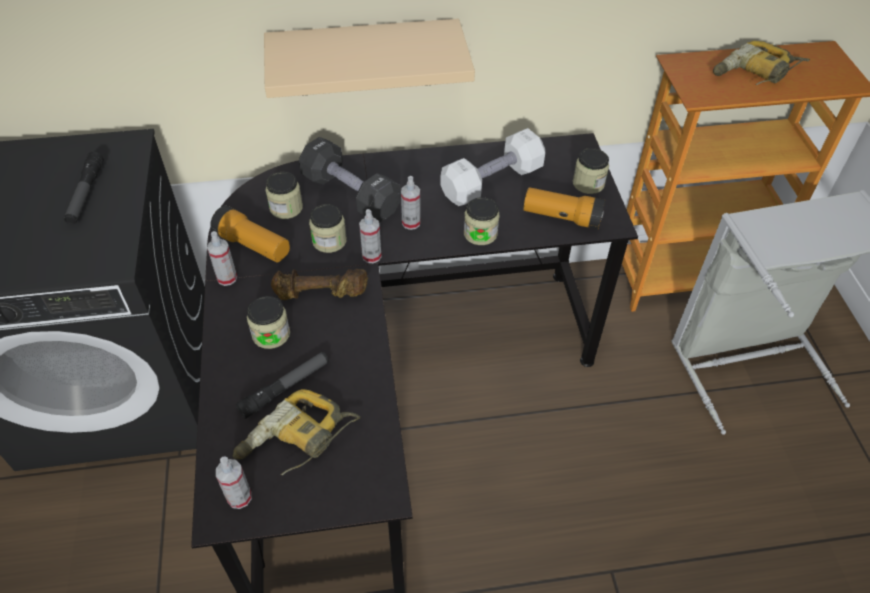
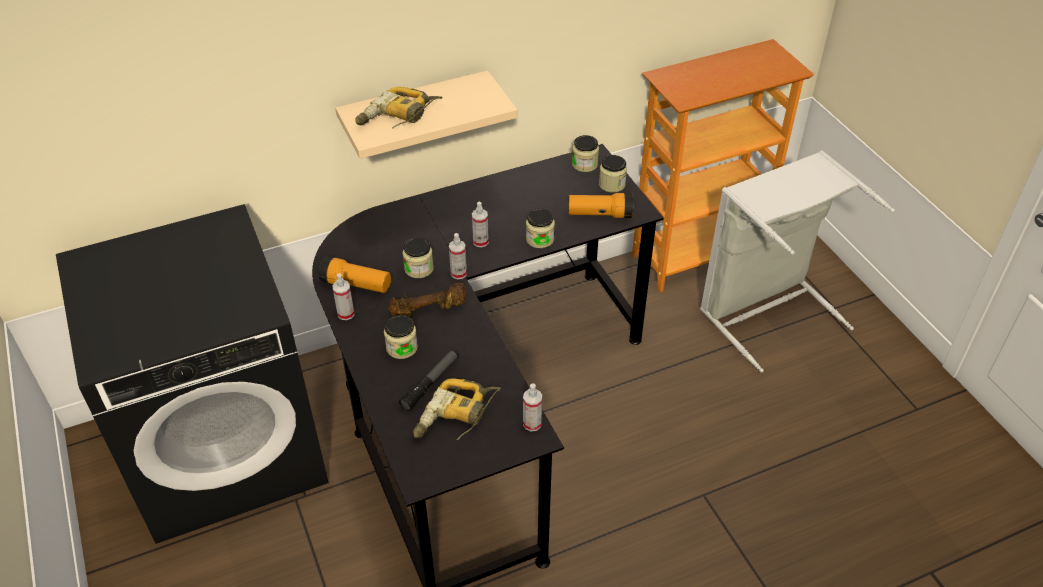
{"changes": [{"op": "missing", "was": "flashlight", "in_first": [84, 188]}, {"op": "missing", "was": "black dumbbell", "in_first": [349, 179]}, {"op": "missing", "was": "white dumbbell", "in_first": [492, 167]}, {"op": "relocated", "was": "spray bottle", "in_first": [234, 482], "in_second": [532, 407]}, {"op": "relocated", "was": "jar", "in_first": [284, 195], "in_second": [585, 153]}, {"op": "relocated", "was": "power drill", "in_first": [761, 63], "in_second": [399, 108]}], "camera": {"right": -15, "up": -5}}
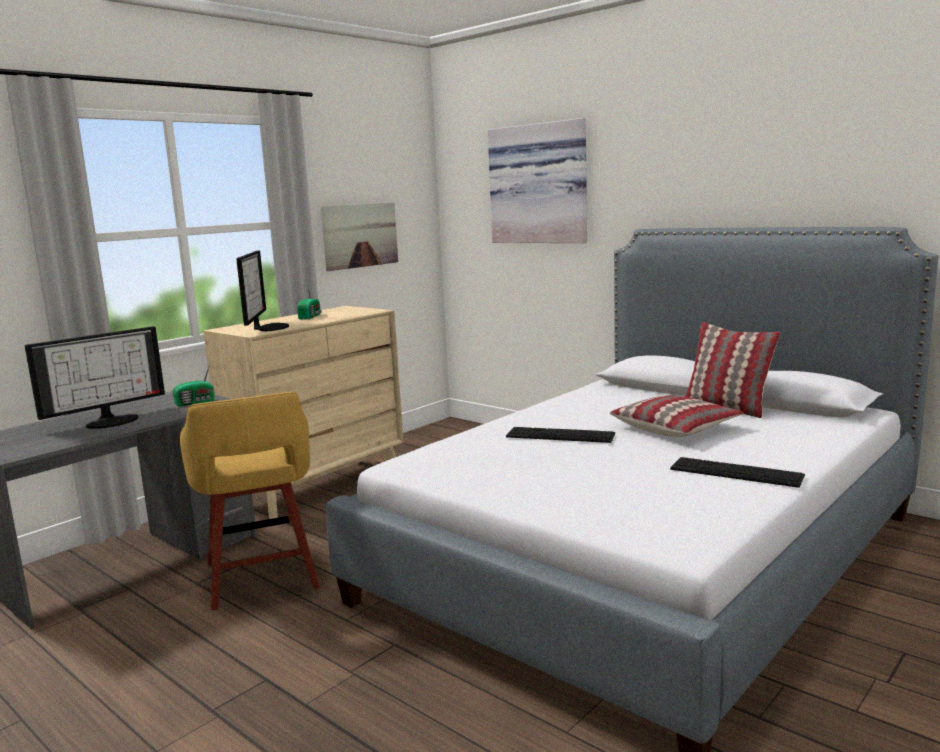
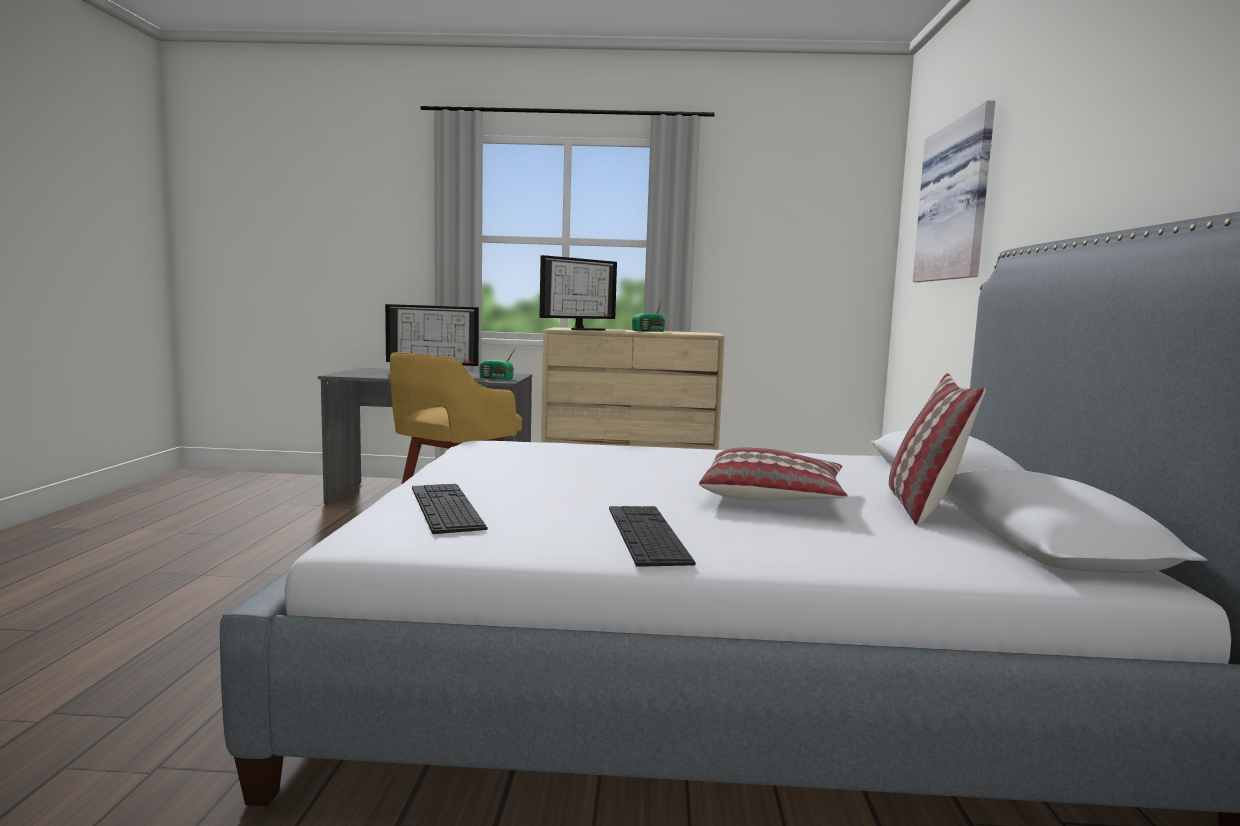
{"changes": [{"op": "missing", "was": "picture", "in_first": [359, 236]}, {"op": "relocated", "was": "keyboard", "in_first": [560, 435], "in_second": [449, 509]}], "camera": {"right": 50, "up": -5}}
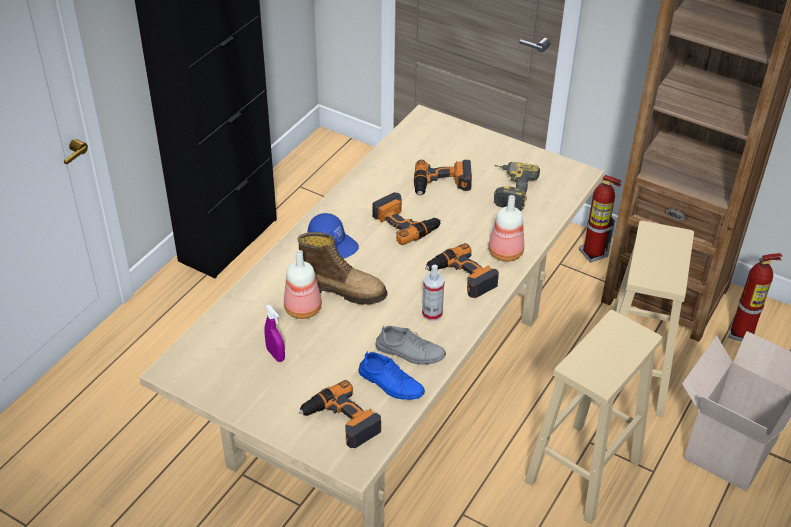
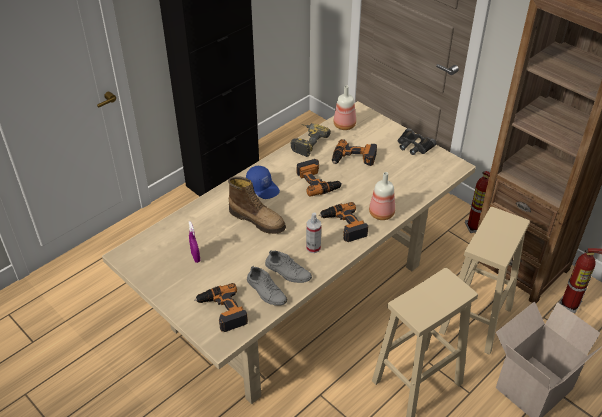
{"changes": [{"op": "appeared", "now": "black binoculars", "in_second": [417, 141]}, {"op": "relocated", "was": "bottle", "in_first": [303, 284], "in_second": [345, 107]}, {"op": "relocated", "was": "power drill", "in_first": [517, 186], "in_second": [311, 140]}, {"op": "colour", "was": "blue shoe", "now": "grey shoe", "in_first": [392, 375], "in_second": [267, 286]}], "camera": {"right": 15, "up": 0}}
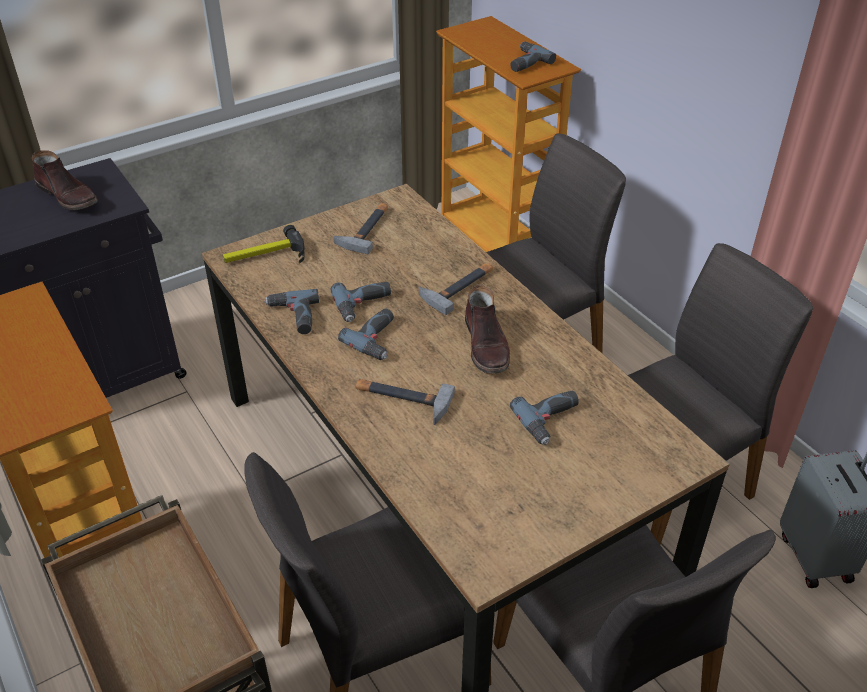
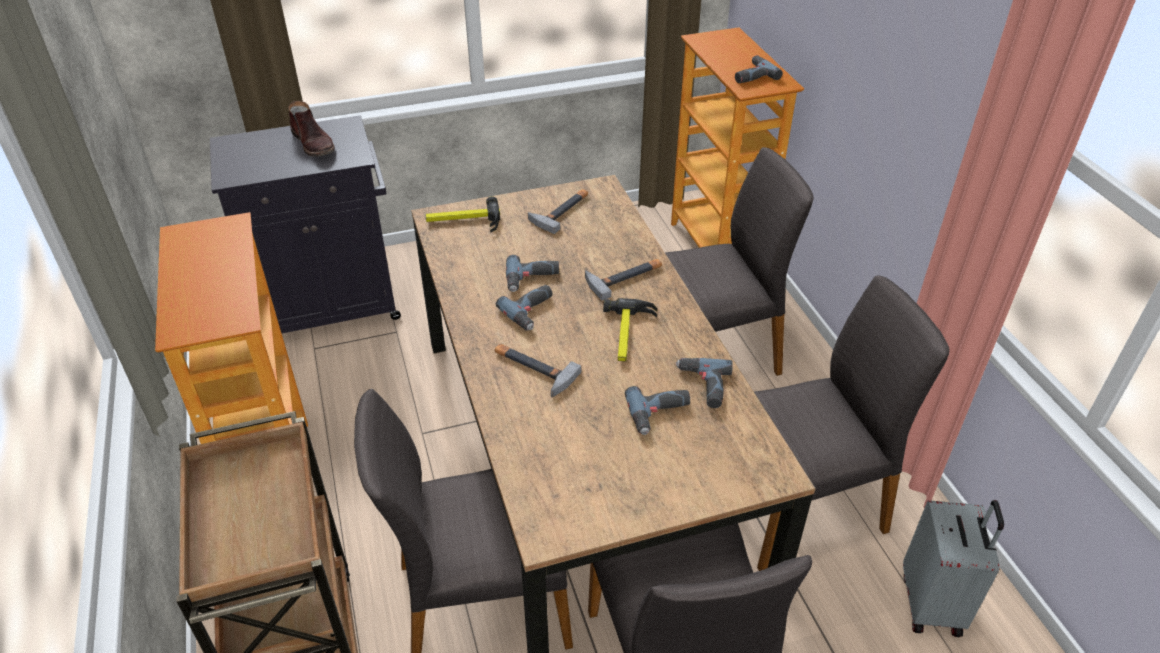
{"changes": [{"op": "relocated", "was": "power drill", "in_first": [291, 311], "in_second": [704, 383]}, {"op": "exchanged", "was": "brown boot", "now": "hammer", "in_first": [487, 329], "in_second": [630, 329]}], "camera": {"right": 15, "up": 0}}
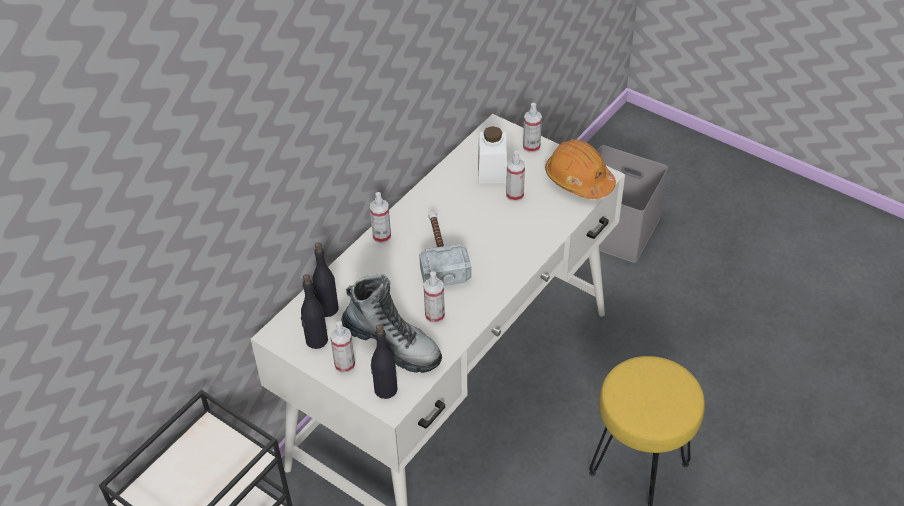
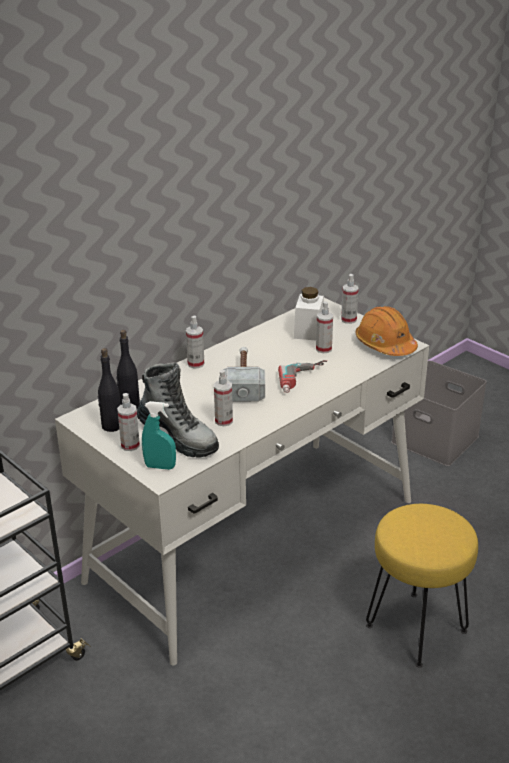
{"changes": [{"op": "appeared", "now": "power drill", "in_second": [302, 376]}, {"op": "exchanged", "was": "black bottle", "now": "turquoise spray bottle", "in_first": [384, 361], "in_second": [159, 435]}], "camera": {"right": 10, "up": -15}}
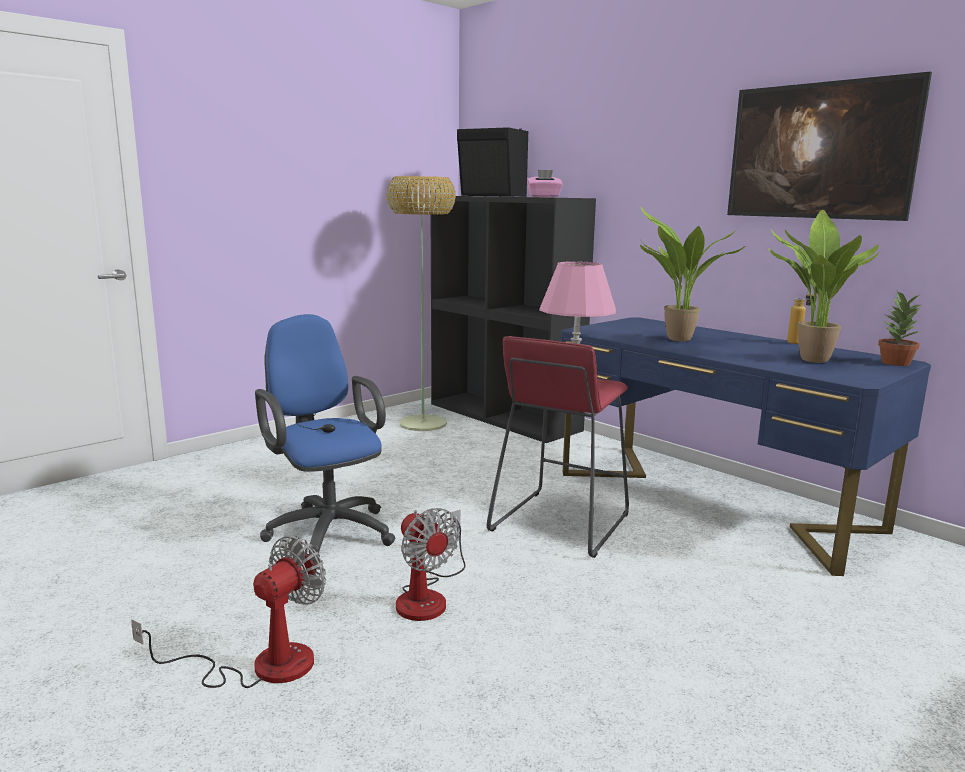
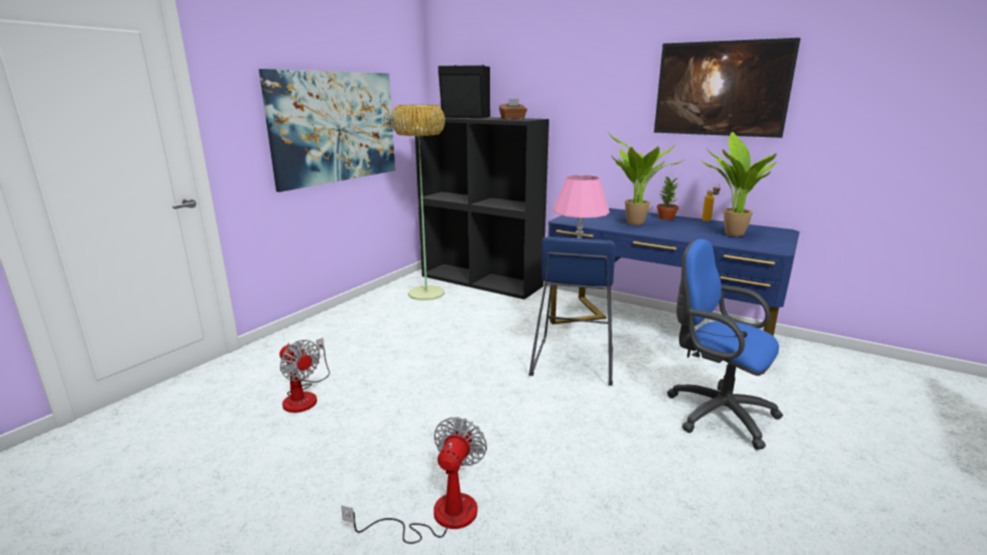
{"changes": [{"op": "appeared", "now": "picture", "in_second": [327, 130]}, {"op": "relocated", "was": "blue office chair", "in_first": [325, 439], "in_second": [725, 344]}, {"op": "relocated", "was": "fan", "in_first": [431, 564], "in_second": [305, 375]}, {"op": "relocated", "was": "potted plant", "in_first": [900, 328], "in_second": [668, 198]}, {"op": "colour", "was": "red stool", "now": "blue stool", "in_first": [558, 447], "in_second": [572, 311]}, {"op": "colour", "was": "pink tissue box", "now": "brown tissue box", "in_first": [545, 183], "in_second": [513, 109]}], "camera": {"right": -15, "up": 5}}
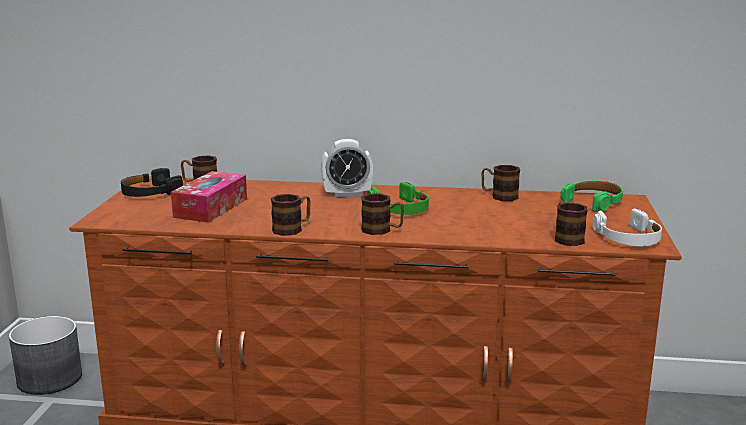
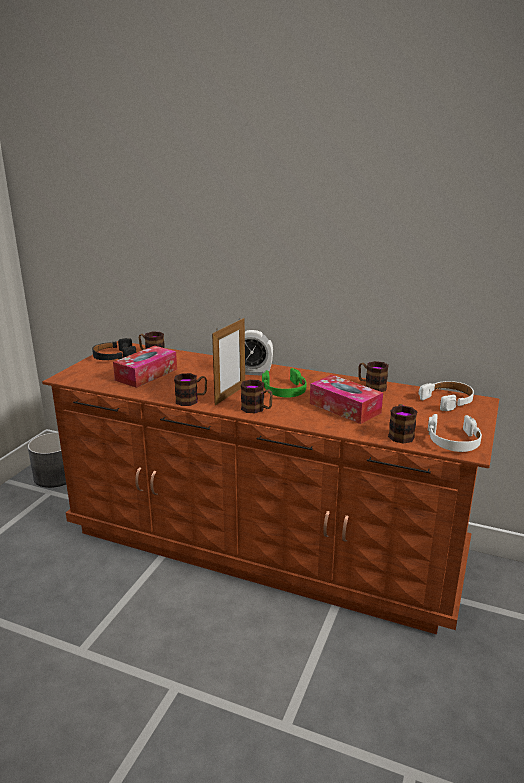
{"changes": [{"op": "appeared", "now": "picture frame", "in_second": [228, 361]}, {"op": "appeared", "now": "tissue box", "in_second": [346, 399]}, {"op": "colour", "was": "green headphones", "now": "white headphones", "in_first": [591, 196], "in_second": [446, 396]}], "camera": {"right": 15, "up": 5}}
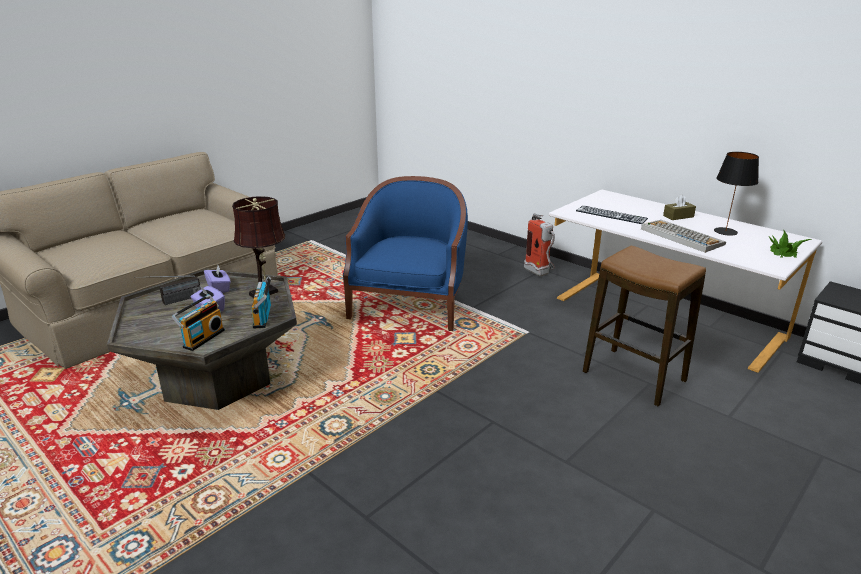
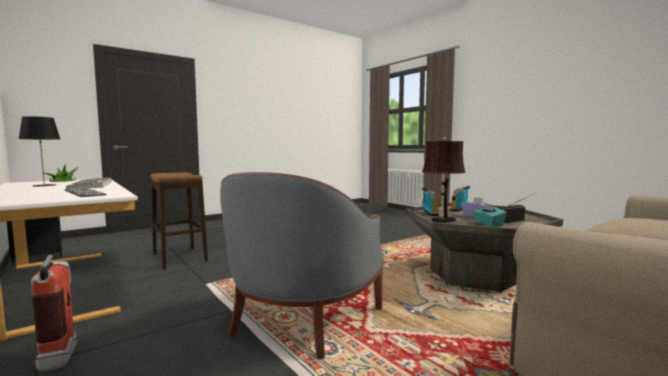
{"changes": [{"op": "missing", "was": "brown tissue box", "in_first": [679, 207]}, {"op": "colour", "was": "purple tissue box", "now": "turquoise tissue box", "in_first": [217, 279], "in_second": [490, 214]}, {"op": "colour", "was": "blue armchair", "now": "grey armchair", "in_first": [405, 253], "in_second": [302, 265]}], "camera": {"right": -170, "up": -20}}
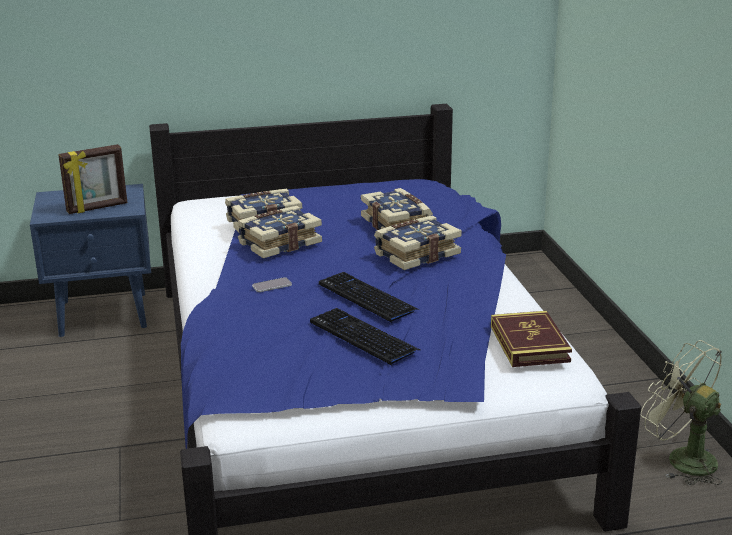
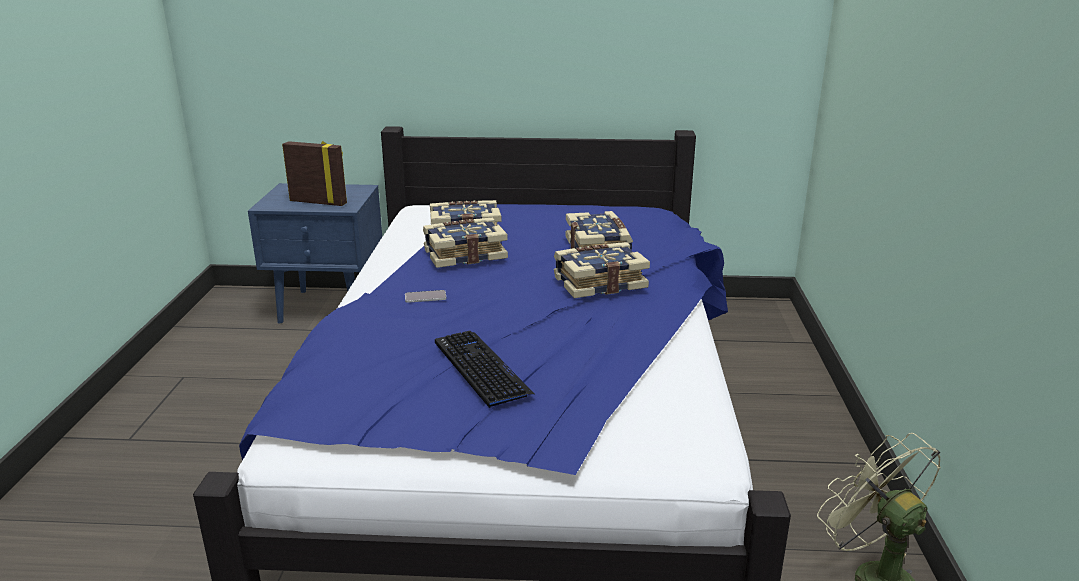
{"changes": [{"op": "missing", "was": "keyboard", "in_first": [369, 297]}, {"op": "missing", "was": "book", "in_first": [531, 339]}, {"op": "spun", "was": "picture frame", "in_first": [92, 179], "in_second": [314, 173], "clockwise": -150}], "camera": {"right": 15, "up": 0}}
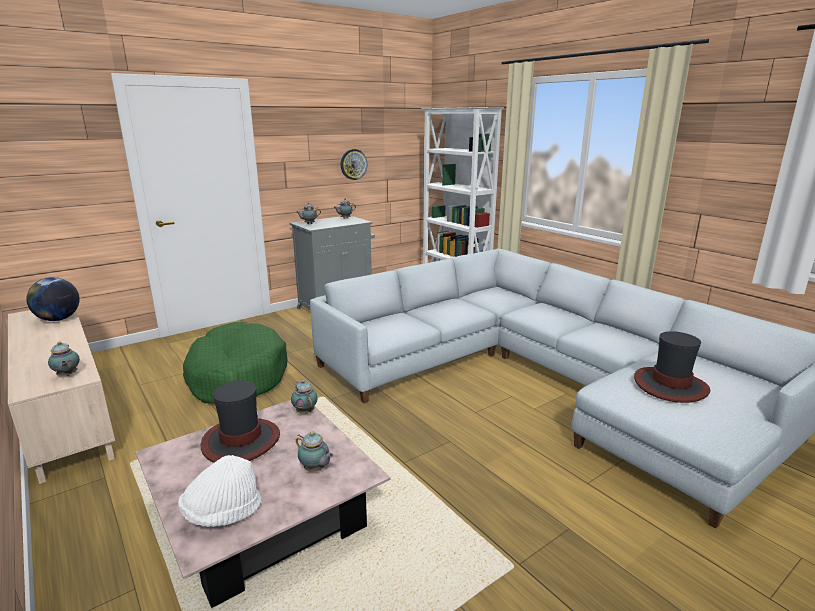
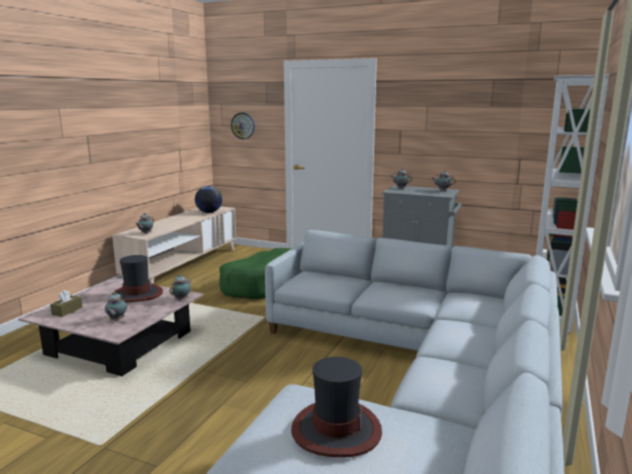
{"changes": [{"op": "relocated", "was": "wall clock", "in_first": [354, 164], "in_second": [243, 126]}, {"op": "exchanged", "was": "white hat", "now": "brown tissue box", "in_first": [219, 491], "in_second": [66, 303]}], "camera": {"right": 60, "up": -5}}
